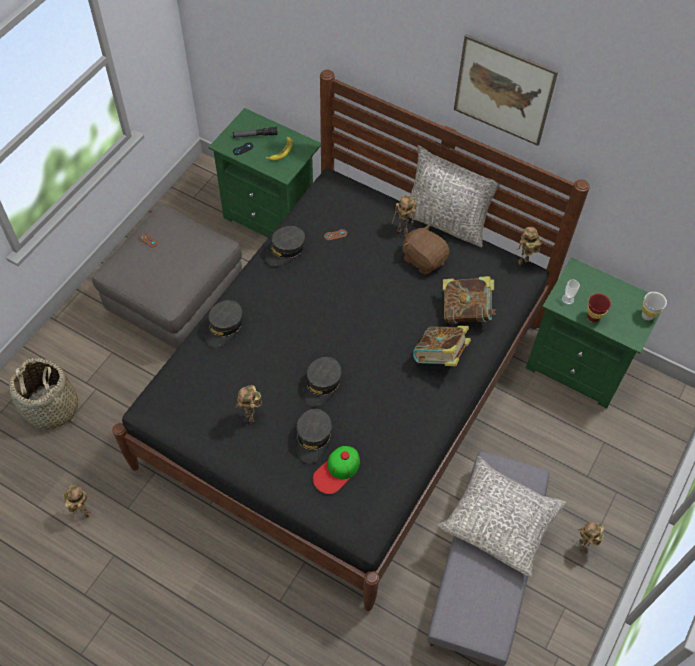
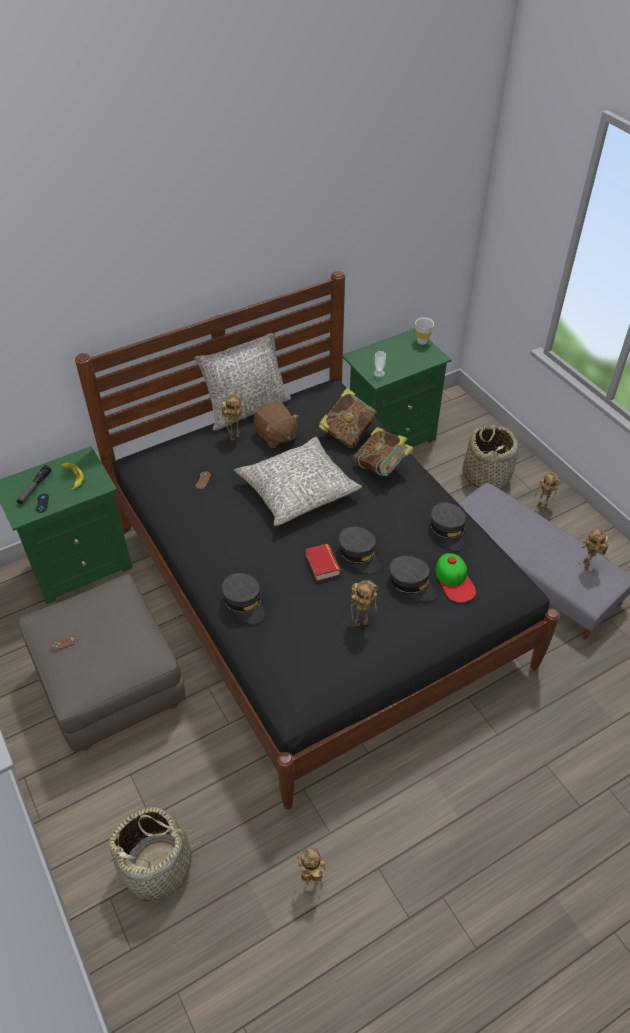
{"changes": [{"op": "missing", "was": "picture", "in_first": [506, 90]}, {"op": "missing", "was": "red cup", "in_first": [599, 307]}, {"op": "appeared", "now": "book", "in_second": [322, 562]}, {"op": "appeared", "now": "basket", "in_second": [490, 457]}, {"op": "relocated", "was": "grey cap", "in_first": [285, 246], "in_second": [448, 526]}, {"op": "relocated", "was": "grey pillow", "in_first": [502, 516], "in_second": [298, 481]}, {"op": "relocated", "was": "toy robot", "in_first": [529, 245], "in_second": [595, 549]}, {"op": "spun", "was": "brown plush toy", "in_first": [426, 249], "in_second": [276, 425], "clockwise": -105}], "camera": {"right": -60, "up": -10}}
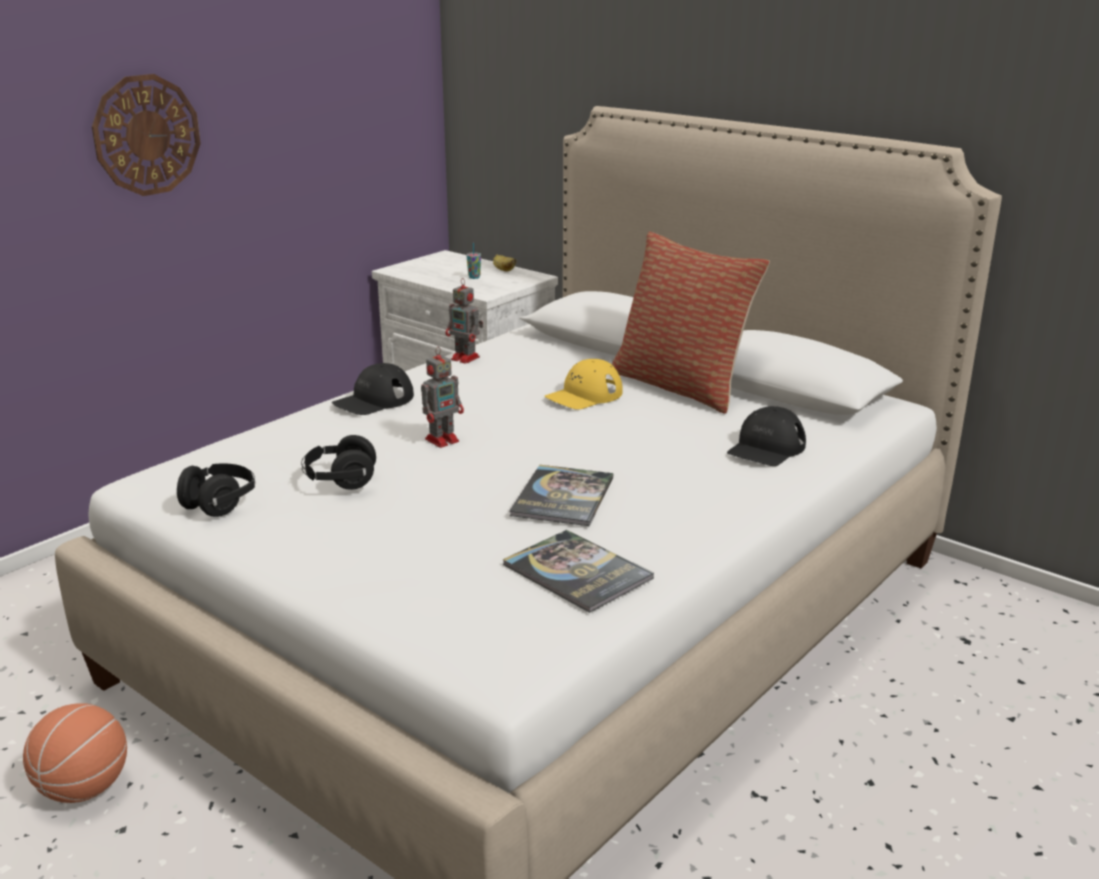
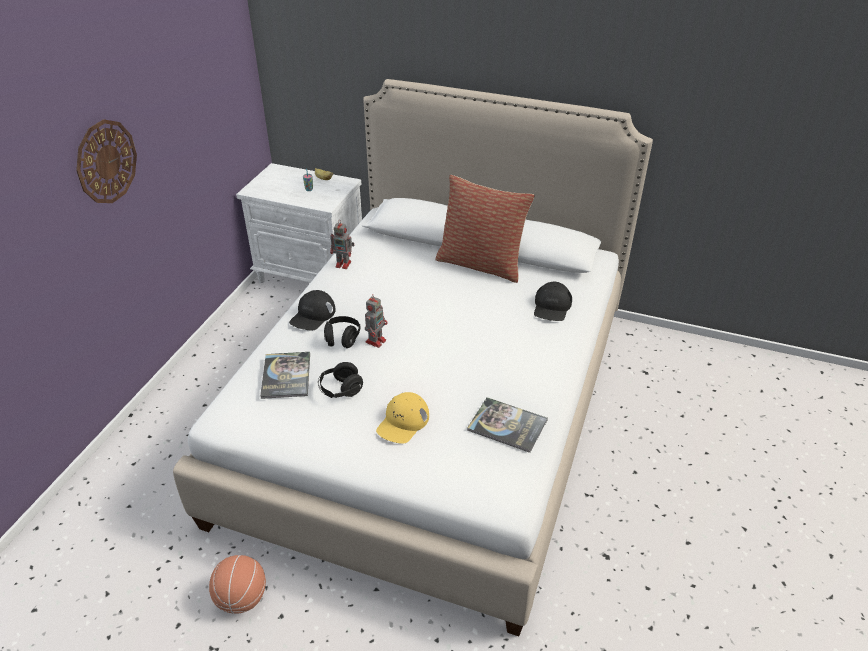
{"changes": [{"op": "relocated", "was": "black headphones", "in_first": [216, 490], "in_second": [342, 332]}, {"op": "relocated", "was": "book", "in_first": [561, 495], "in_second": [285, 375]}, {"op": "relocated", "was": "yellow cap", "in_first": [584, 384], "in_second": [402, 418]}], "camera": {"right": -20, "up": 15}}
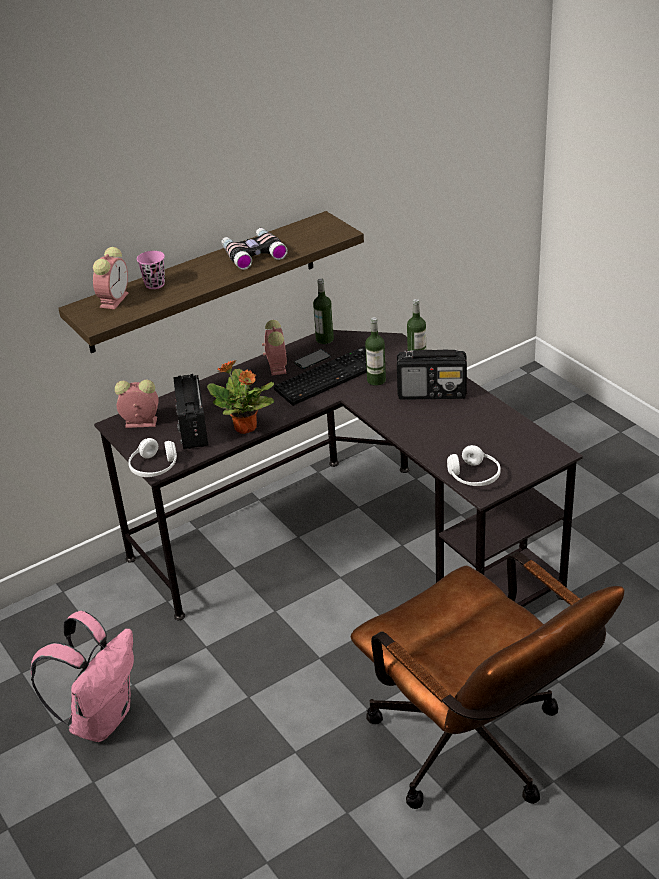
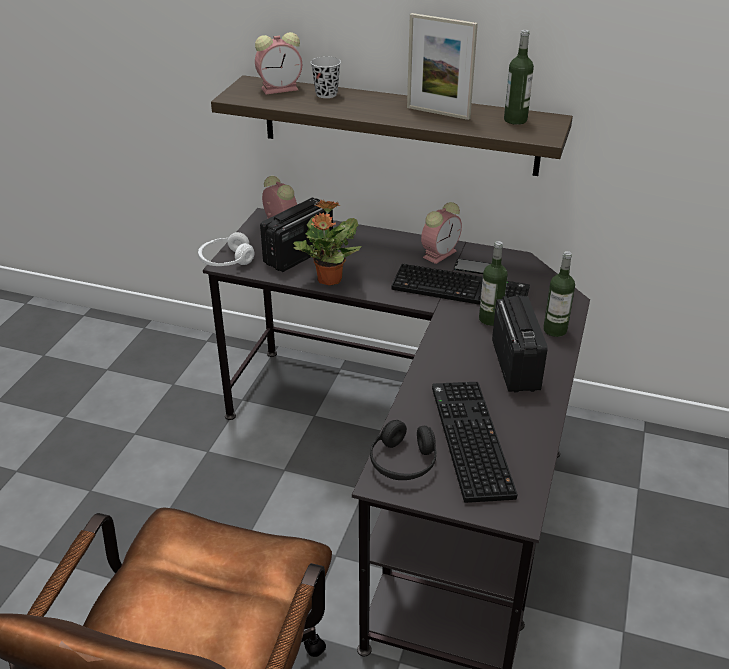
{"changes": [{"op": "missing", "was": "pink backpack", "in_first": [82, 676]}, {"op": "appeared", "now": "keyboard", "in_second": [475, 442]}, {"op": "relocated", "was": "bottle", "in_first": [323, 311], "in_second": [519, 77]}, {"op": "exchanged", "was": "binoculars", "now": "picture frame", "in_first": [254, 249], "in_second": [442, 66]}, {"op": "colour", "was": "pink cup", "now": "black cup", "in_first": [151, 270], "in_second": [326, 77]}, {"op": "colour", "was": "white headphones", "now": "black headphones", "in_first": [474, 465], "in_second": [403, 450]}, {"op": "spun", "was": "radio", "in_first": [432, 375], "in_second": [520, 344], "clockwise": -150}], "camera": {"right": 50, "up": 0}}
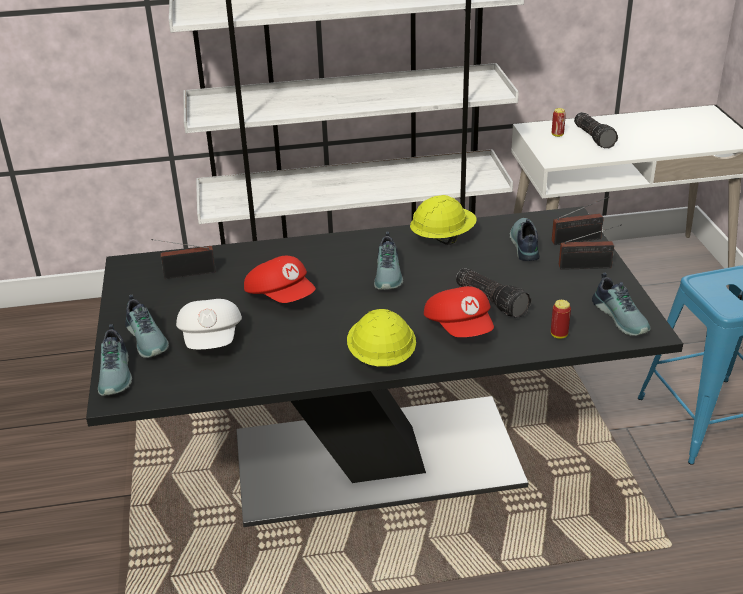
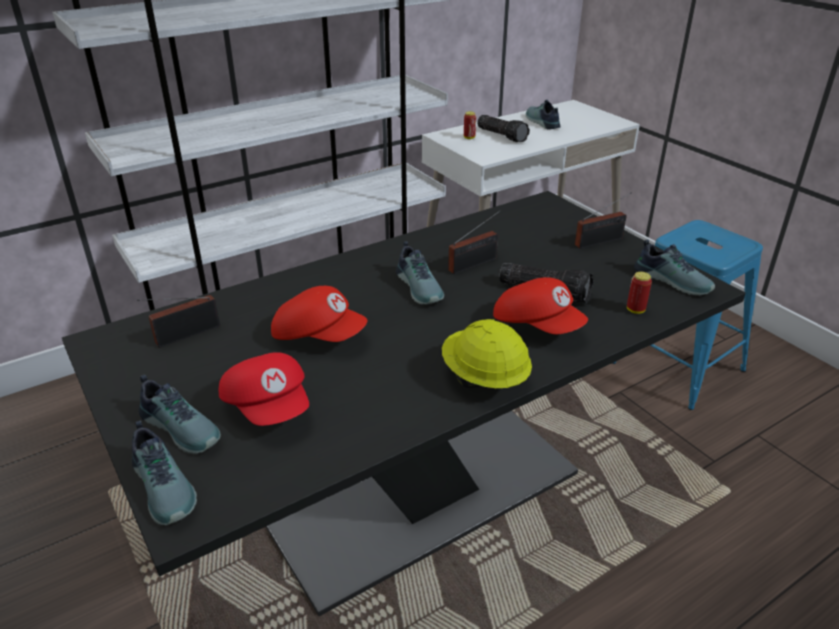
{"changes": [{"op": "missing", "was": "yellow hard hat", "in_first": [443, 220]}, {"op": "relocated", "was": "shoe", "in_first": [524, 239], "in_second": [543, 114]}, {"op": "relocated", "was": "radio", "in_first": [580, 221], "in_second": [474, 242]}, {"op": "colour", "was": "white cap", "now": "red cap", "in_first": [209, 324], "in_second": [264, 389]}], "camera": {"right": -25, "up": 0}}
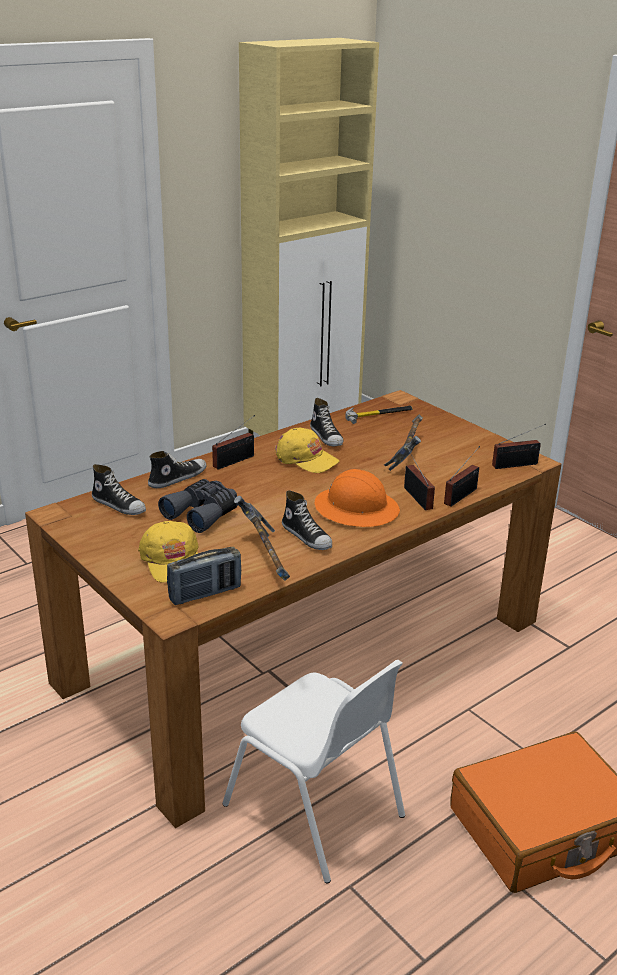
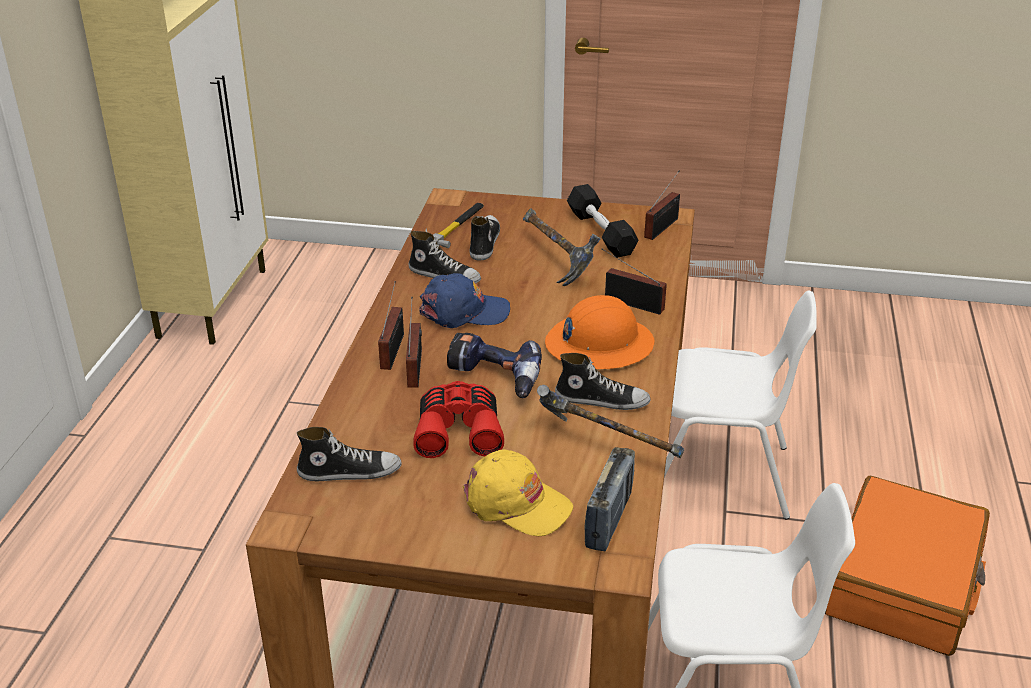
{"changes": [{"op": "appeared", "now": "power drill", "in_second": [494, 365]}, {"op": "appeared", "now": "black dumbbell", "in_second": [603, 221]}, {"op": "appeared", "now": "white chair", "in_second": [740, 404]}, {"op": "relocated", "was": "shoe", "in_first": [177, 469], "in_second": [485, 237]}, {"op": "relocated", "was": "radio", "in_first": [462, 476], "in_second": [414, 342]}, {"op": "colour", "was": "grey binoculars", "now": "red binoculars", "in_first": [197, 506], "in_second": [458, 419]}, {"op": "colour", "was": "yellow cap", "now": "blue cap", "in_first": [307, 450], "in_second": [464, 300]}], "camera": {"right": -40, "up": 5}}
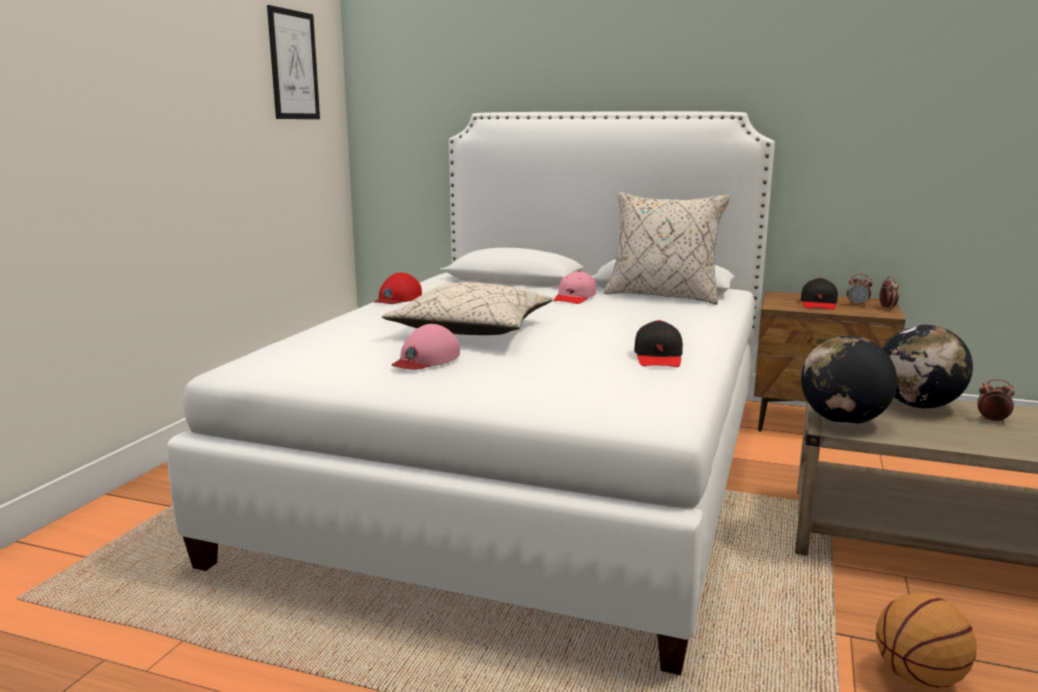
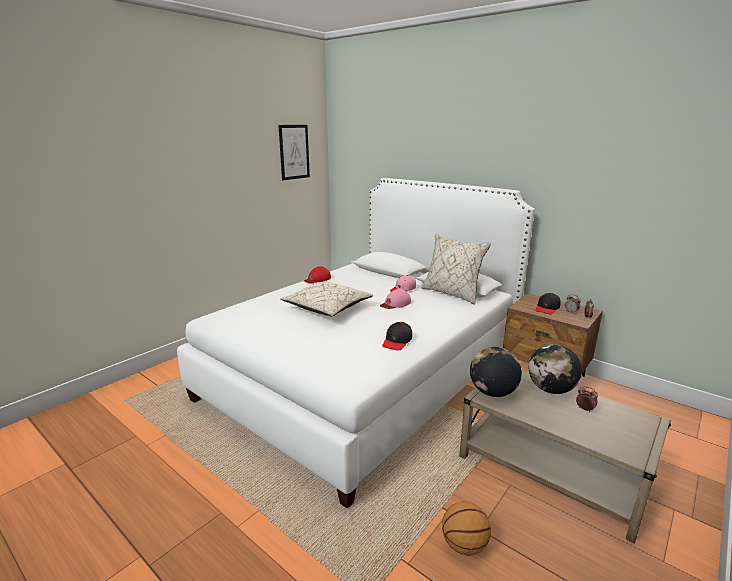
{"changes": [{"op": "relocated", "was": "pink cap", "in_first": [426, 347], "in_second": [395, 299]}], "camera": {"right": 20, "up": 5}}
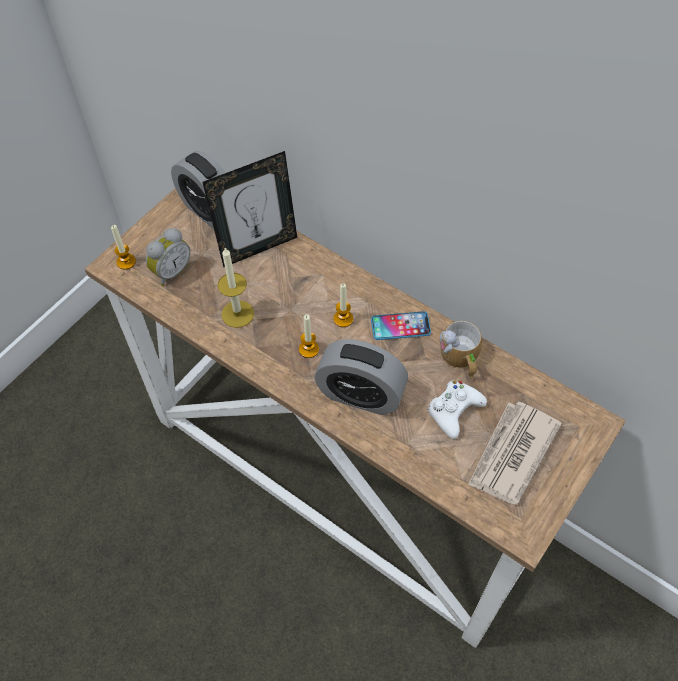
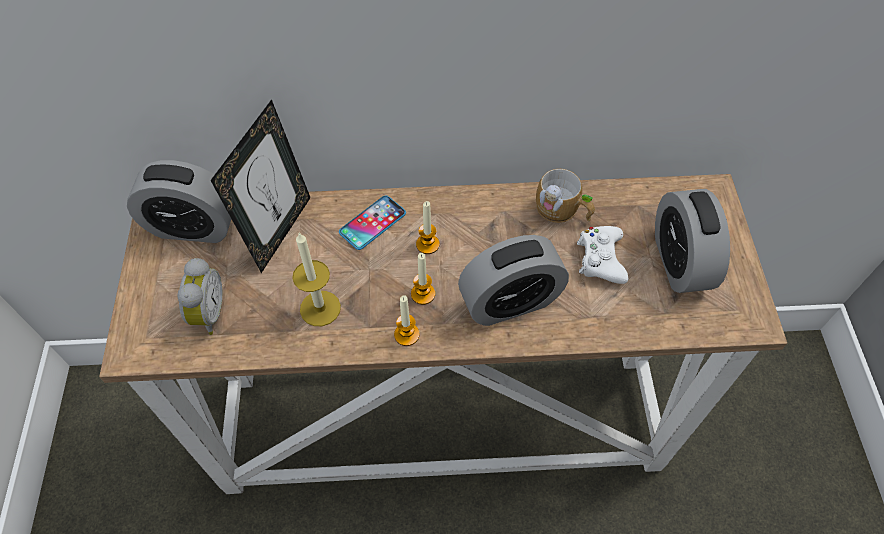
{"changes": [{"op": "relocated", "was": "candle", "in_first": [123, 247], "in_second": [407, 320]}, {"op": "relocated", "was": "phone", "in_first": [401, 325], "in_second": [372, 223]}, {"op": "exchanged", "was": "newspaper", "now": "alarm clock", "in_first": [515, 453], "in_second": [692, 241]}], "camera": {"right": -40, "up": 0}}
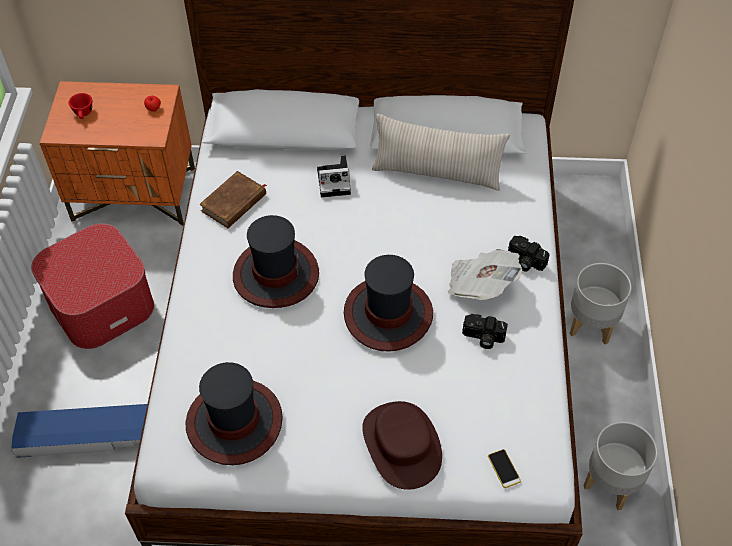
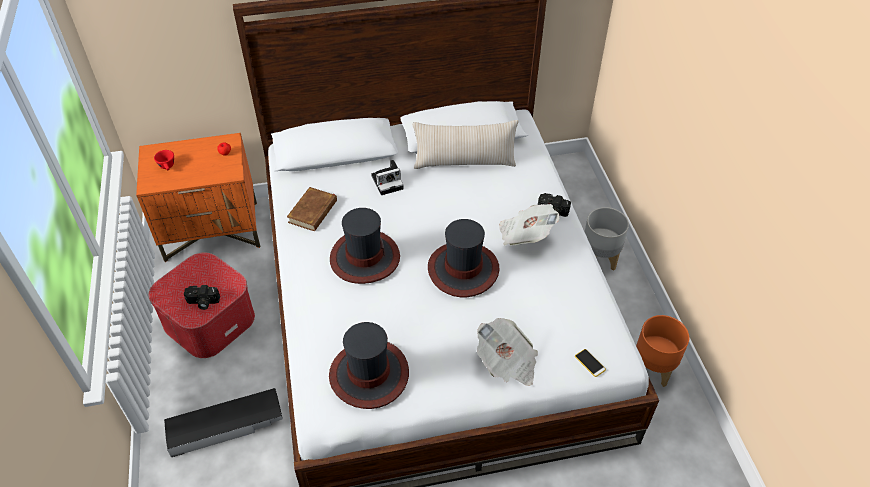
{"changes": [{"op": "relocated", "was": "photo camera", "in_first": [485, 331], "in_second": [202, 297]}, {"op": "exchanged", "was": "brown hat", "now": "newspaper", "in_first": [402, 445], "in_second": [507, 352]}, {"op": "colour", "was": "blue storage box", "now": "black storage box", "in_first": [79, 431], "in_second": [223, 422]}, {"op": "colour", "was": "grey planter", "now": "orange planter", "in_first": [620, 466], "in_second": [662, 351]}], "camera": {"right": -15, "up": -5}}
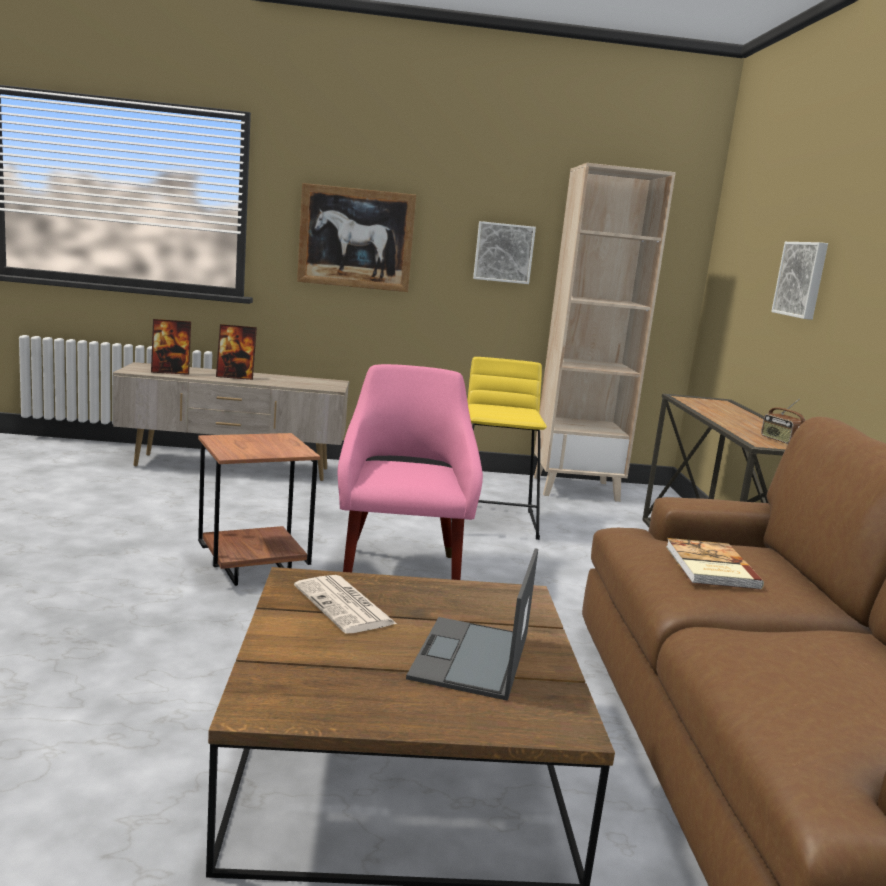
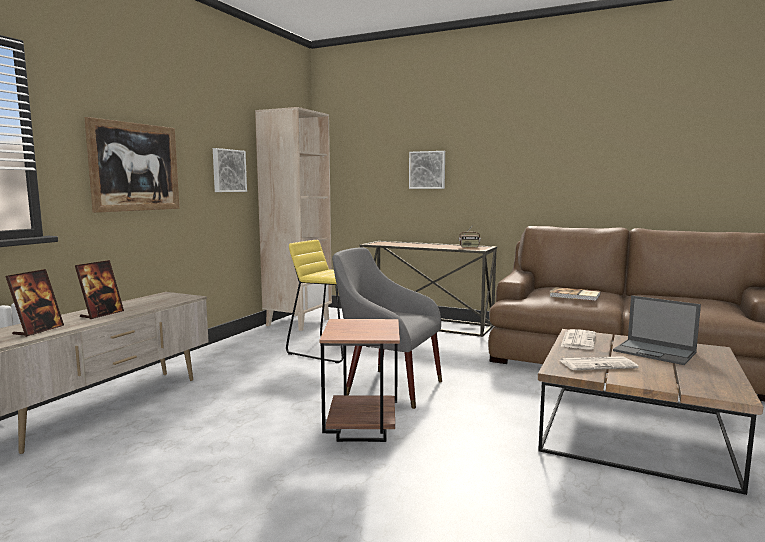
{"changes": [{"op": "appeared", "now": "newspaper", "in_second": [578, 339]}, {"op": "colour", "was": "pink armchair", "now": "grey armchair", "in_first": [410, 472], "in_second": [387, 328]}], "camera": {"right": -60, "up": -5}}
